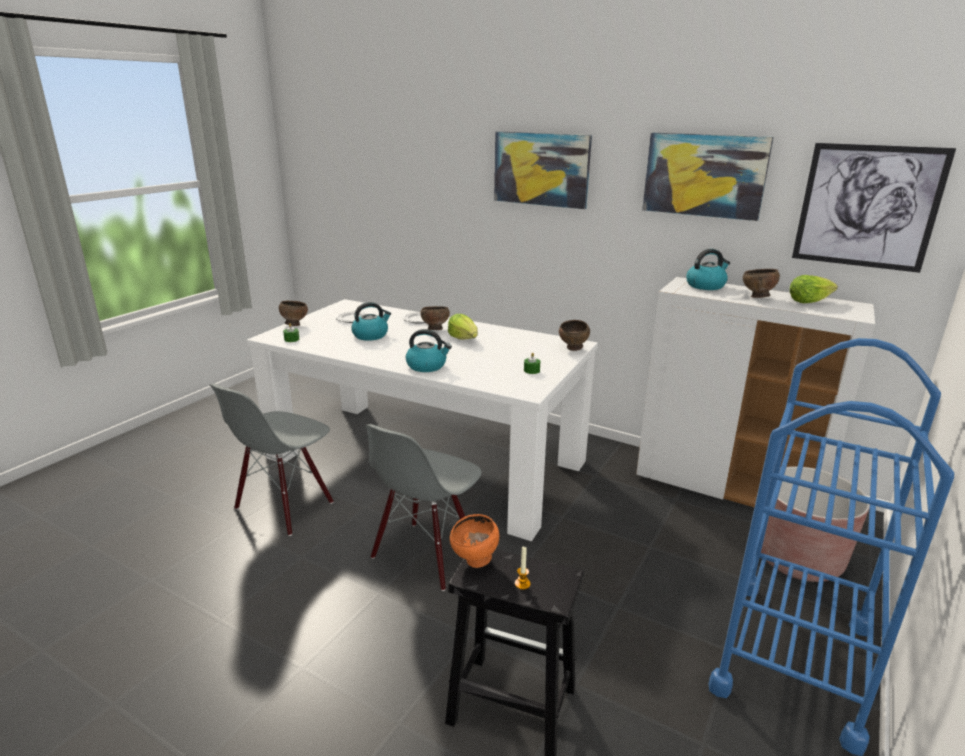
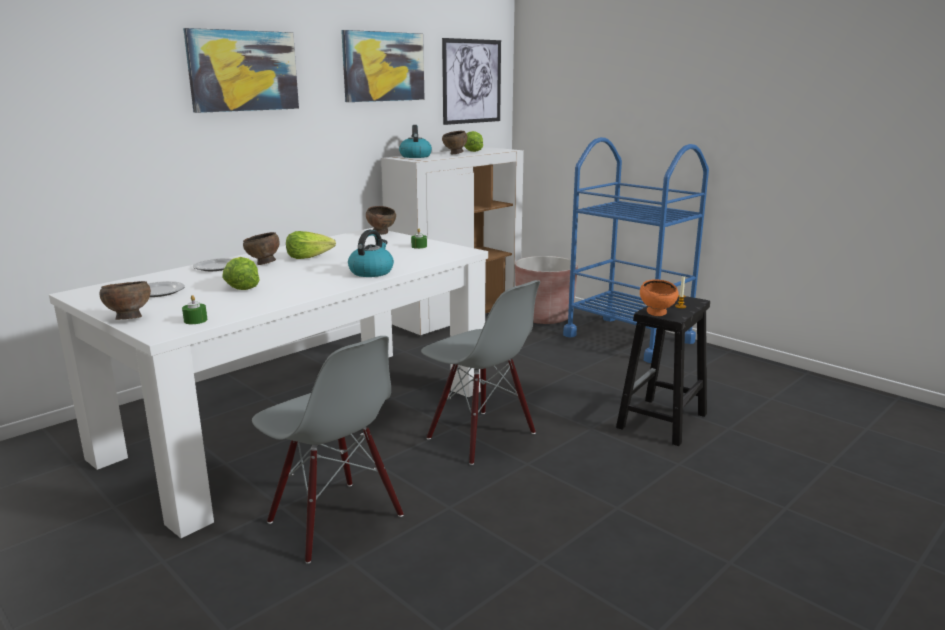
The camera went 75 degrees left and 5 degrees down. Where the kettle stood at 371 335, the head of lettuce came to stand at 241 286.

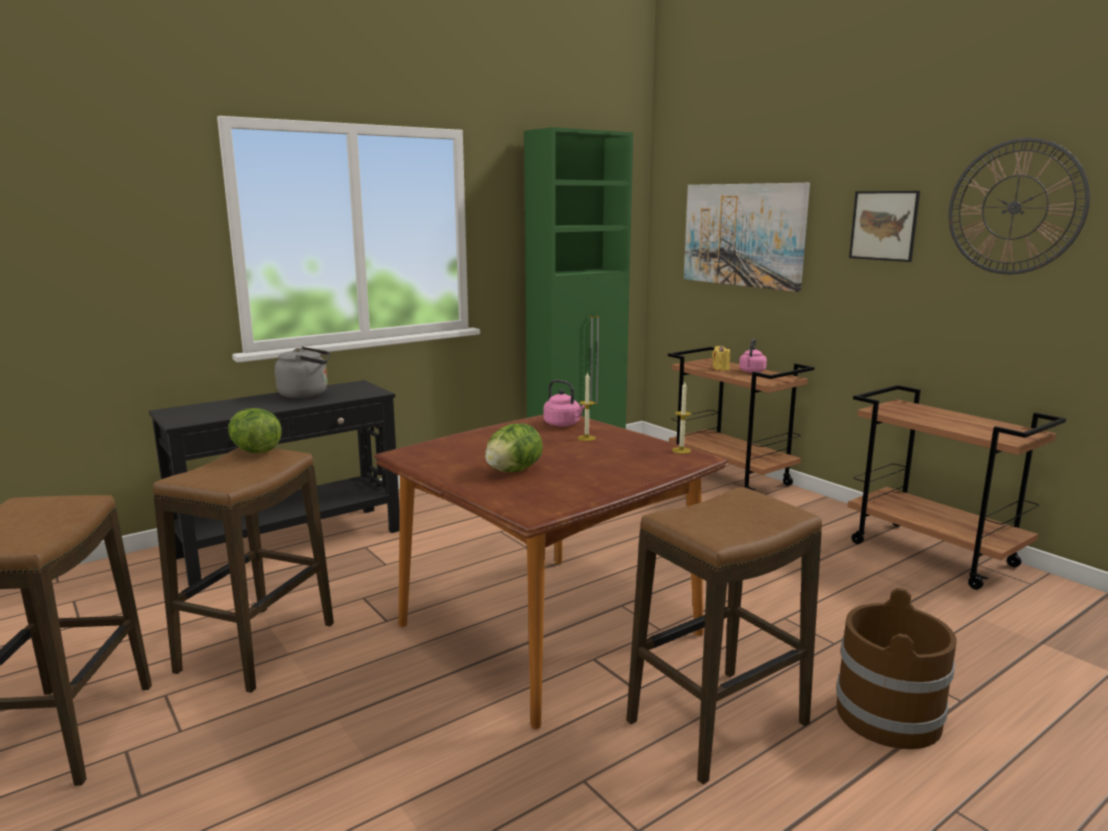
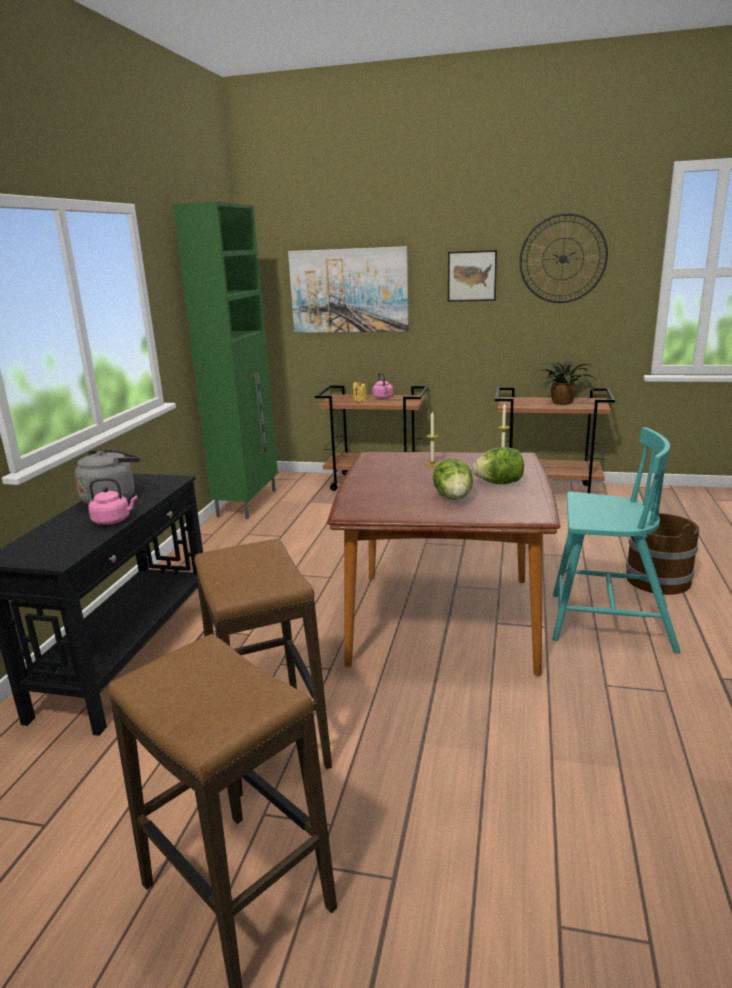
The camera went 40 degrees left and 5 degrees up. The second view gained the houseplant at 564 403. The head of lettuce ended up elsewhere, having gone from 255 451 to 499 483. The pinkish kettle ended up elsewhere, having gone from 563 424 to 113 520. Where the stool stood at 717 724, the blue-green chair came to stand at 608 622.

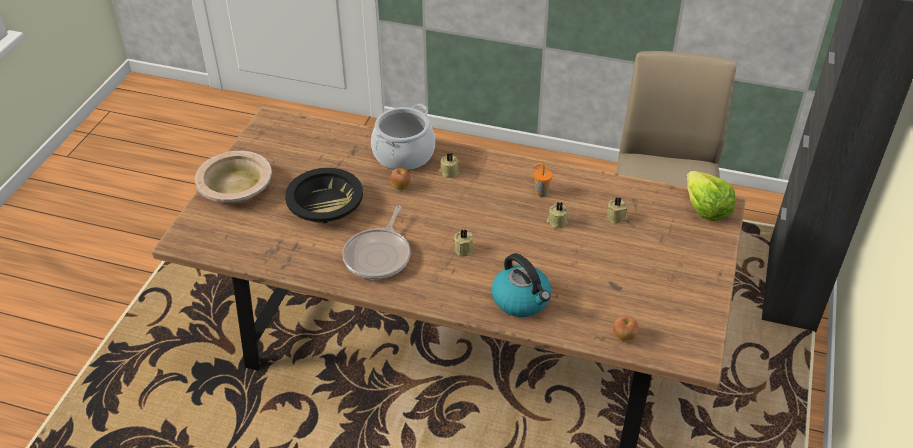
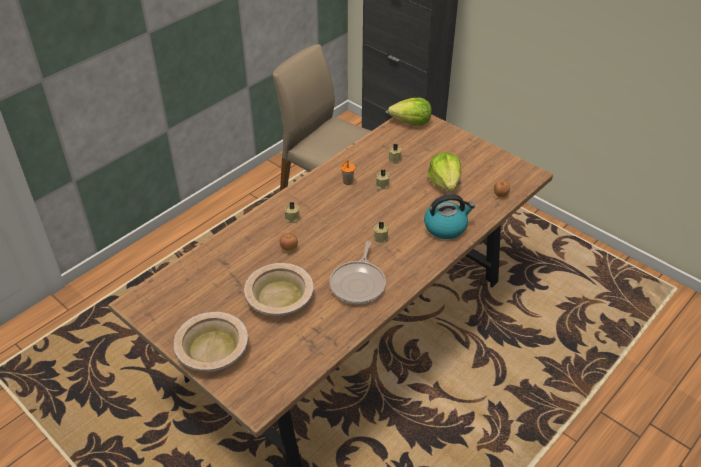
The camera went 65 degrees left and 0 degrees up. The second view lost the stockpot at 403 154. The second view gained the head of lettuce at 445 182. What was the blackish bowl at 325 206 turned into the sand-coloured bowl at 280 298. The frying pan at 379 256 ended up facing another way, 60 degrees clockwise from before.

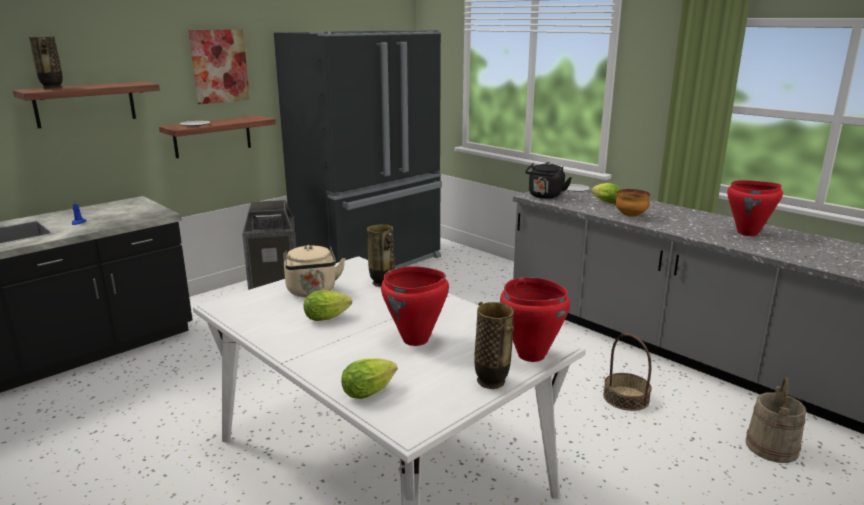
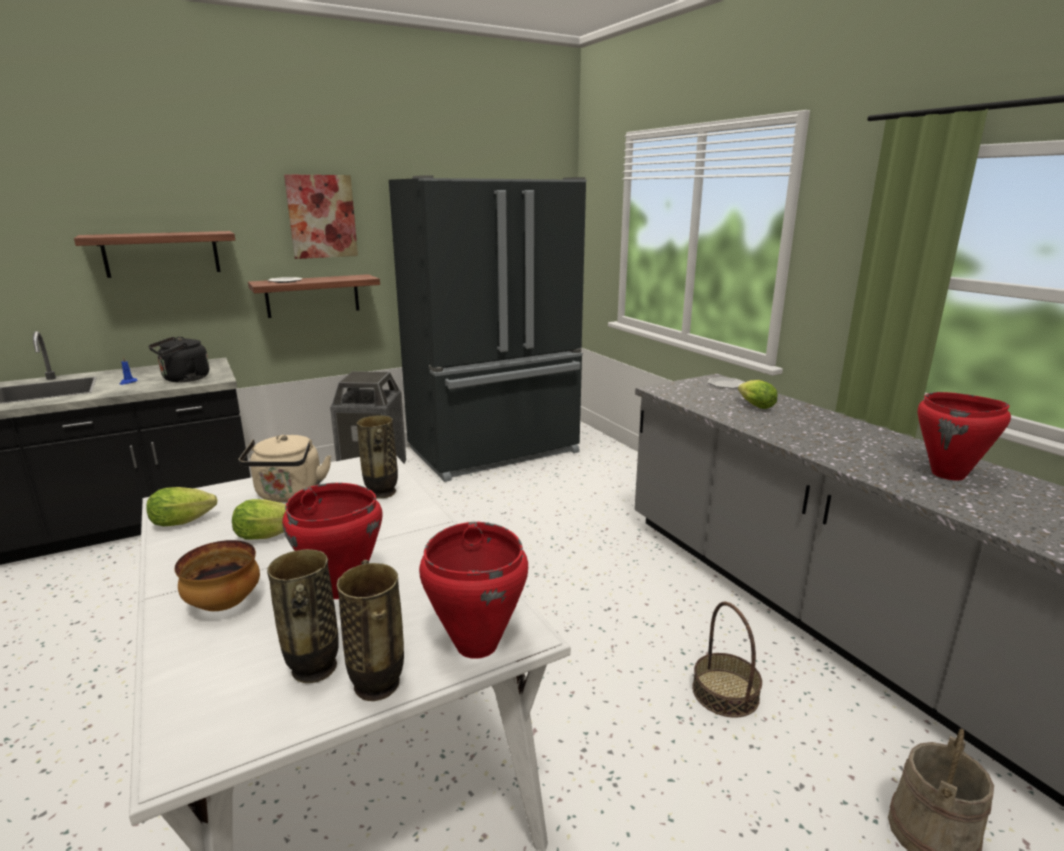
The camera went 15 degrees right and 0 degrees up. The flower vase ended up elsewhere, having gone from 52 88 to 313 669. The head of lettuce ended up elsewhere, having gone from 371 391 to 186 521. The blackish kettle ended up elsewhere, having gone from 545 196 to 183 379. The bowl ended up elsewhere, having gone from 630 216 to 223 605.

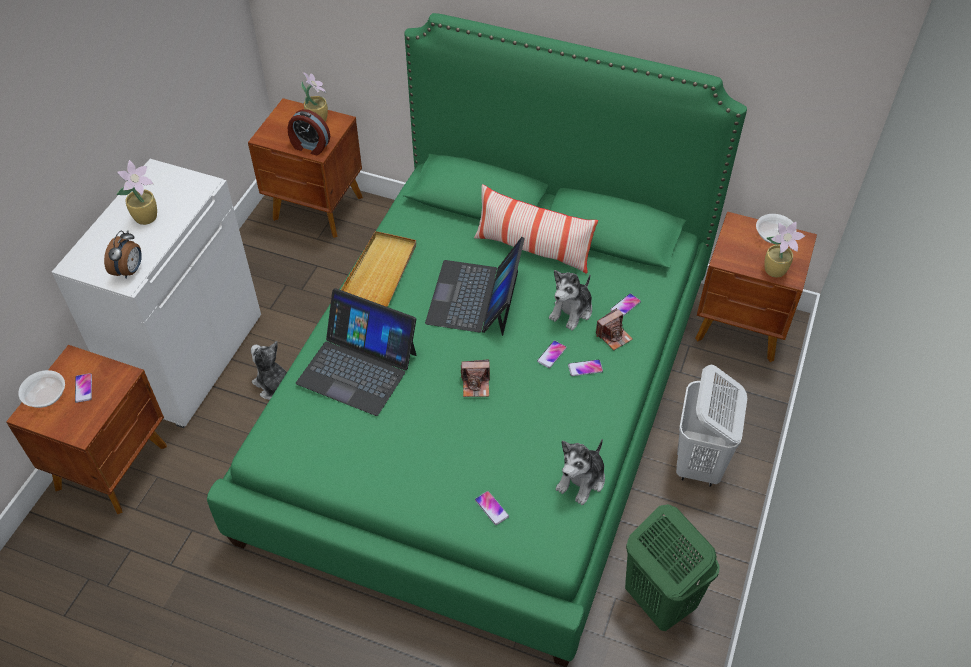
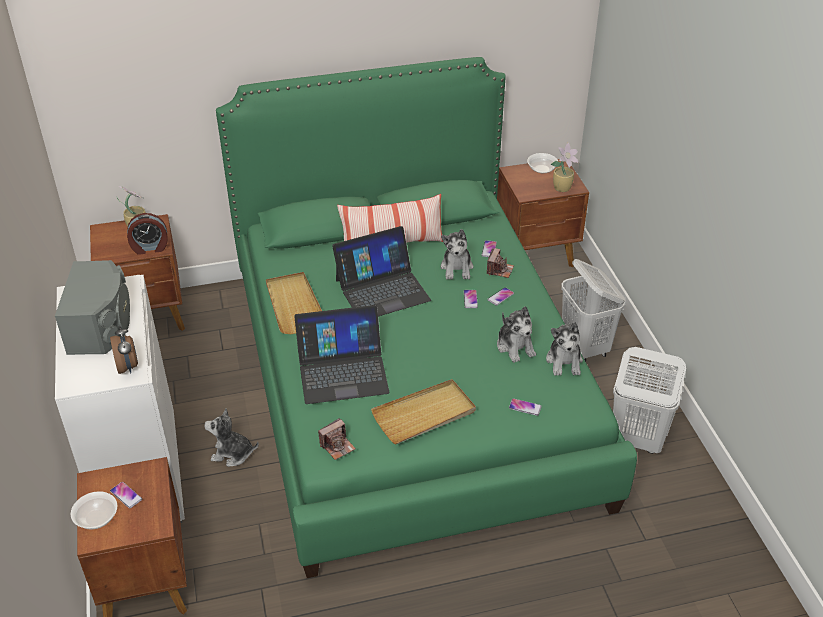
The camera went 35 degrees left and 10 degrees down. The second view gained the sand-coloured carrying tray at 424 414. The second view gained the cuddly toy at 515 347. The still camera ended up elsewhere, having gone from 476 385 to 337 446. Where the houseplant stood at 147 217, the greyish speaker came to stand at 101 325. What was the green hamper at 658 600 turned into the white-coloured hamper at 636 439. The laptop at 475 297 ended up facing another way, 90 degrees counterclockwise from before.

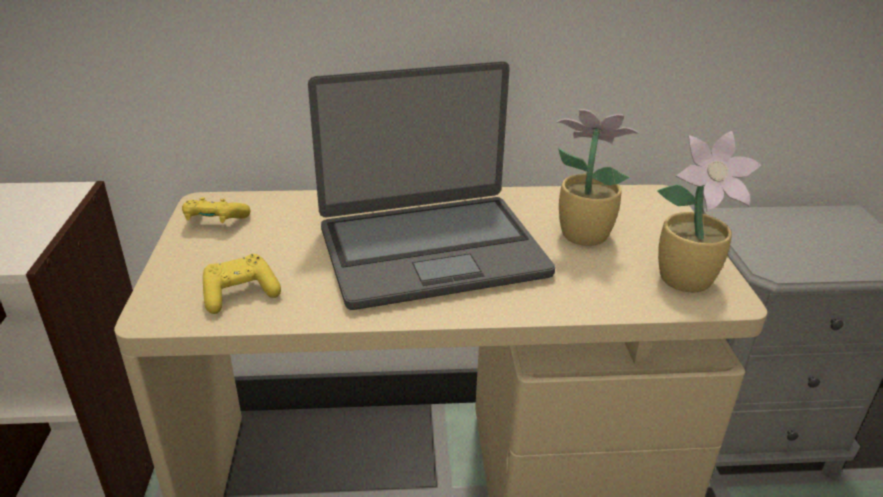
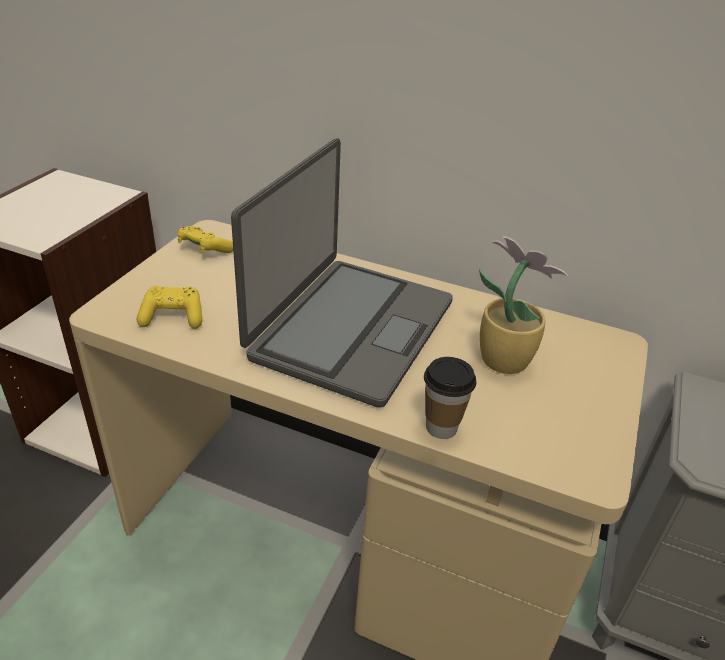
The camera went 25 degrees right and 5 degrees up. The second view lost the houseplant at 688 280. The second view gained the cup at 441 427. The laptop at 431 250 ended up facing another way, 75 degrees counterclockwise from before.

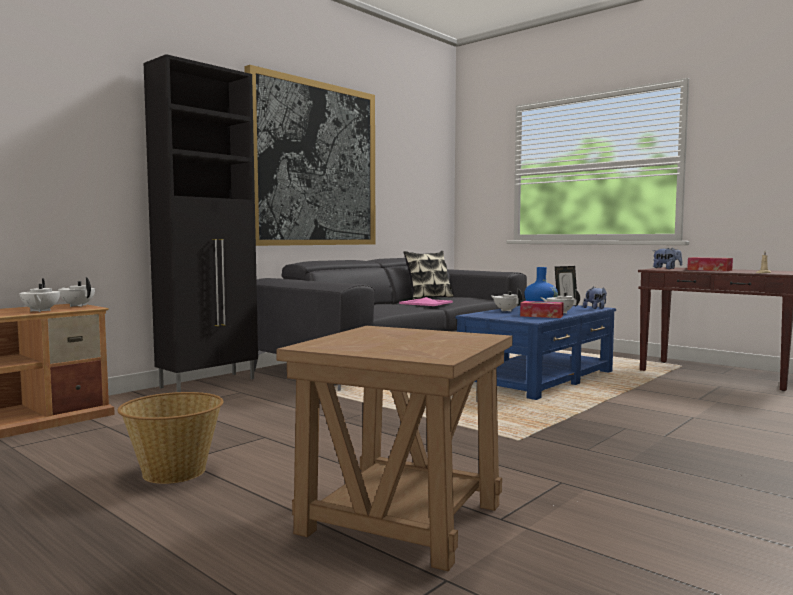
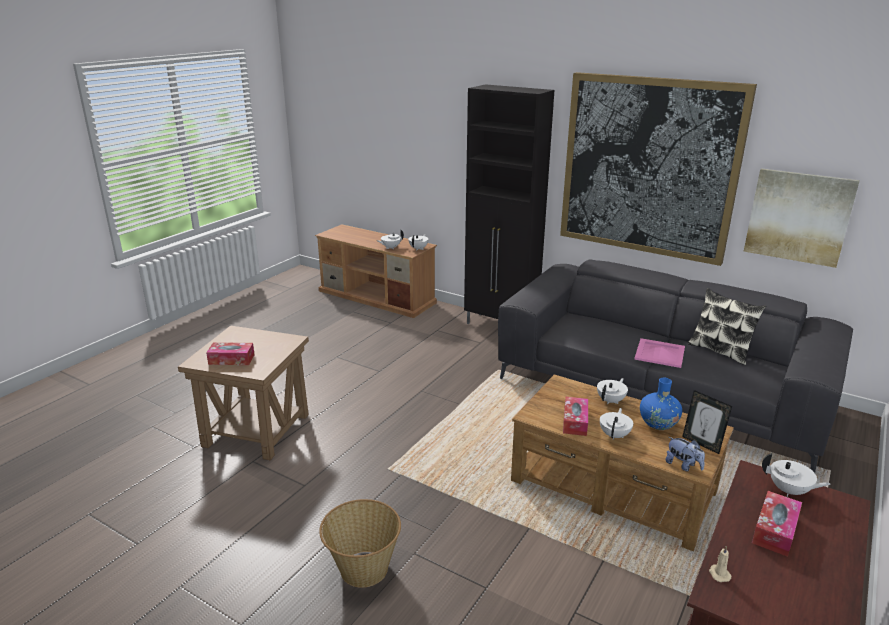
The camera went 80 degrees right and 20 degrees up. The second view gained the box of tissues at 231 359. The second view gained the picture at 798 217. The storage basket ended up elsewhere, having gone from 174 472 to 363 569. Where the cuddly toy stood at 666 268, the white-coloured pot for tea came to stand at 789 491. What was the blue lounge table at 539 378 turned into the brown-coloured lounge table at 613 487.

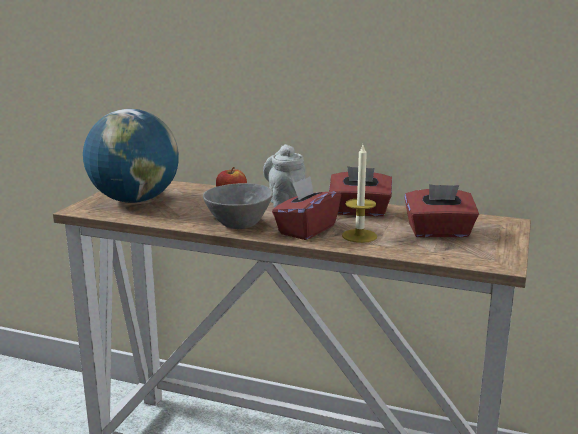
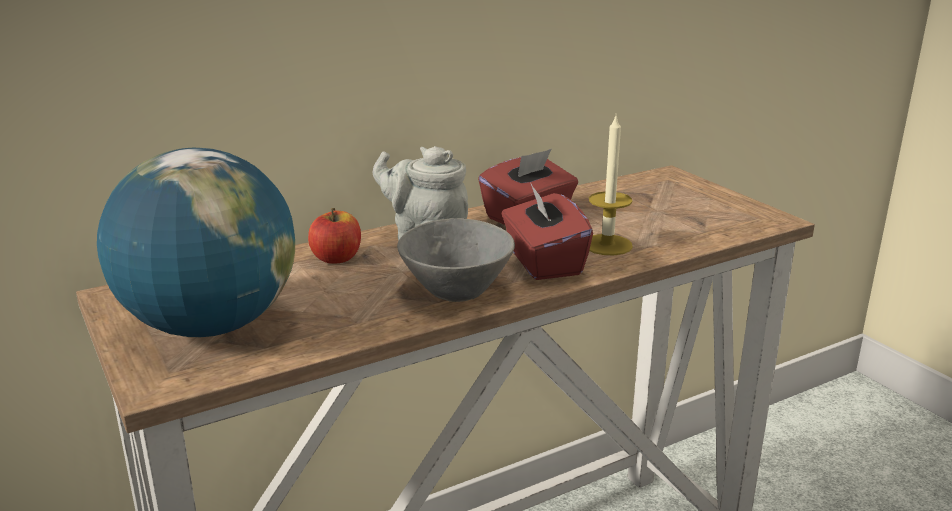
The camera went 50 degrees left and 5 degrees up. The second view lost the red-coloured box of tissues at 439 232.

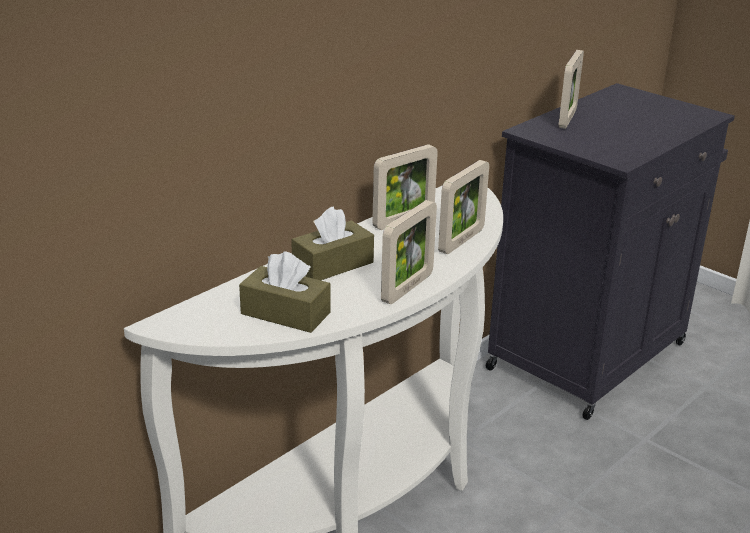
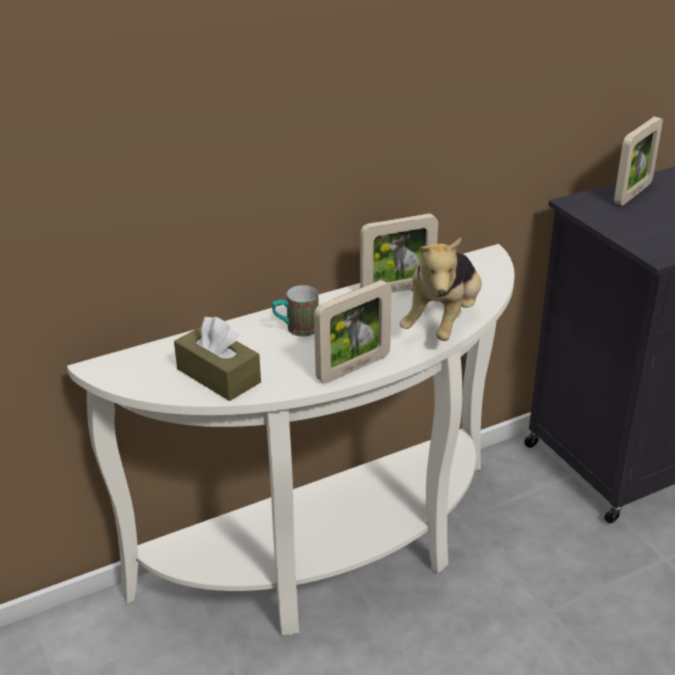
The camera went 20 degrees right and 5 degrees up. Where the brown-coloured box of tissues stood at 333 265, the tea mug came to stand at 296 329. Where the standing frame stood at 461 241, the cuddly toy came to stand at 443 322.

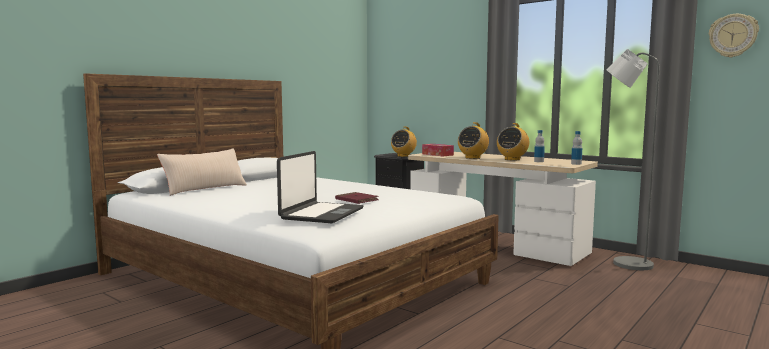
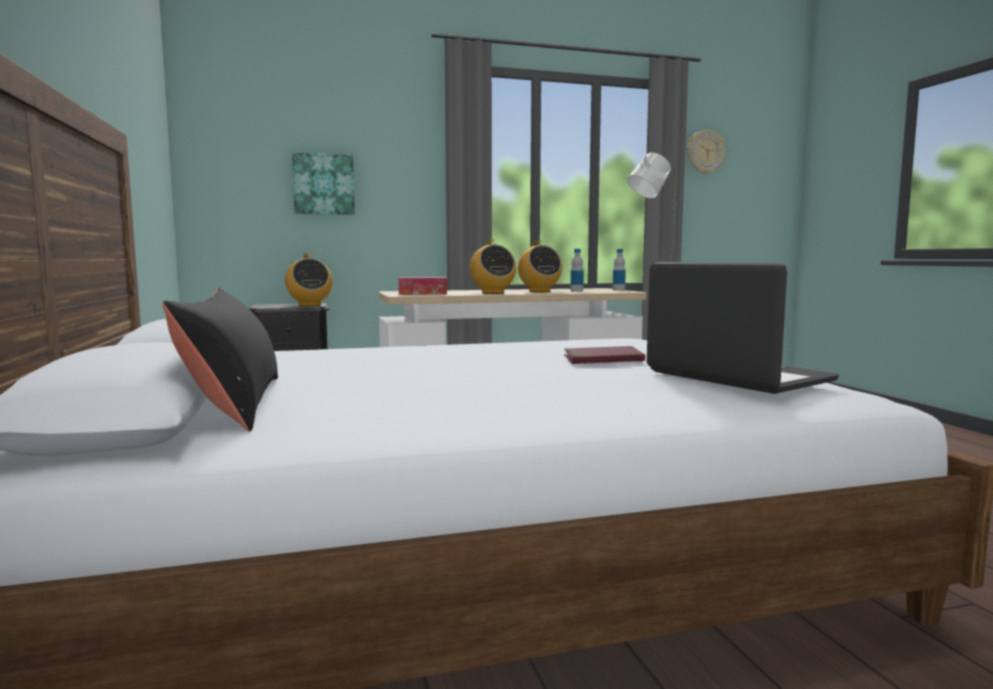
The camera went 55 degrees left and 0 degrees up. The second view gained the picture at 323 184. What was the sand-coloured throw pillow at 205 189 turned into the blackish throw pillow at 235 402.

